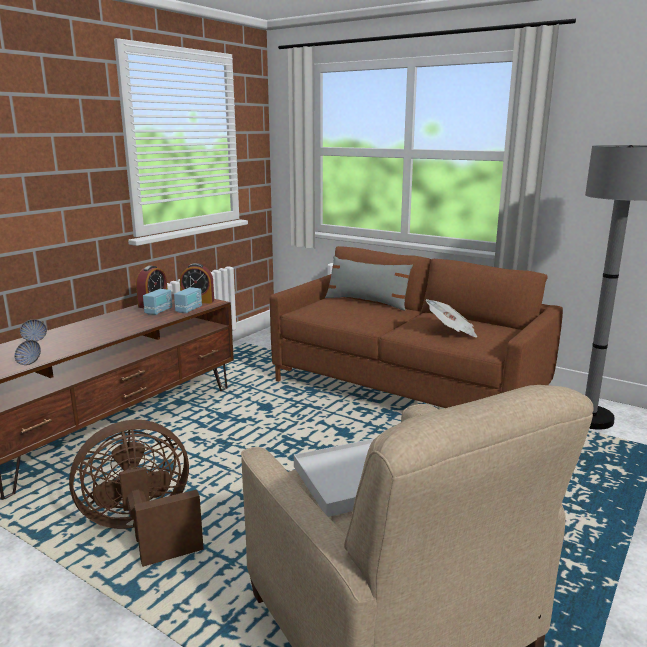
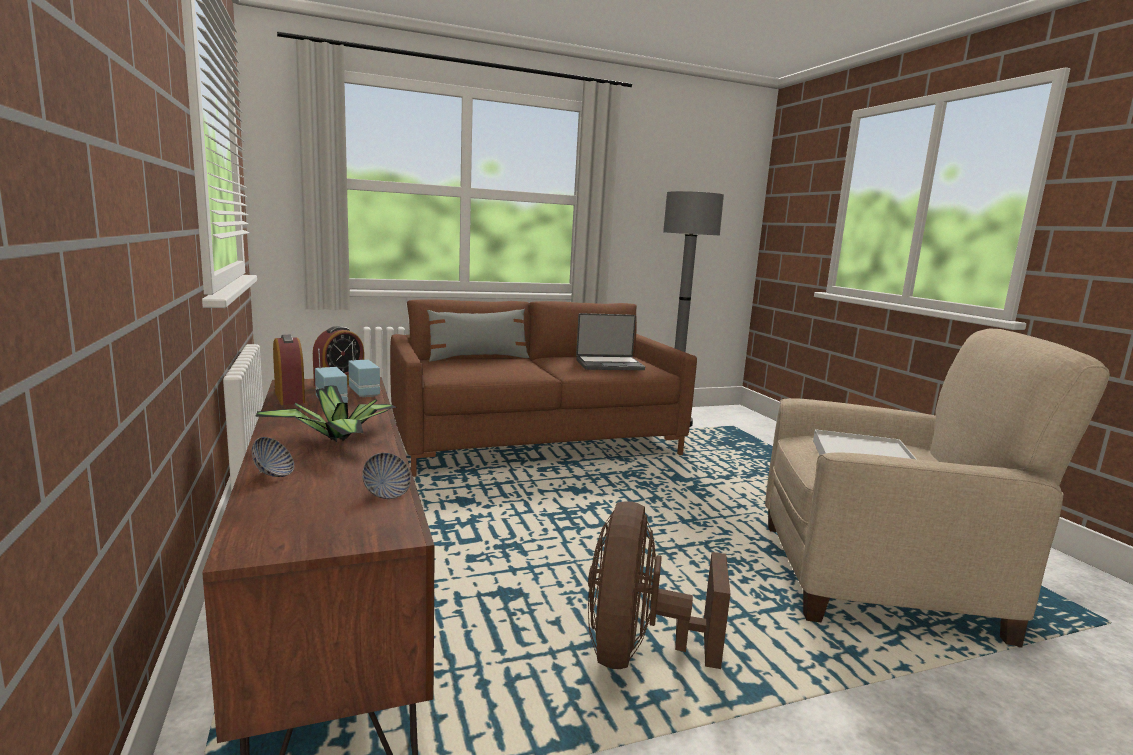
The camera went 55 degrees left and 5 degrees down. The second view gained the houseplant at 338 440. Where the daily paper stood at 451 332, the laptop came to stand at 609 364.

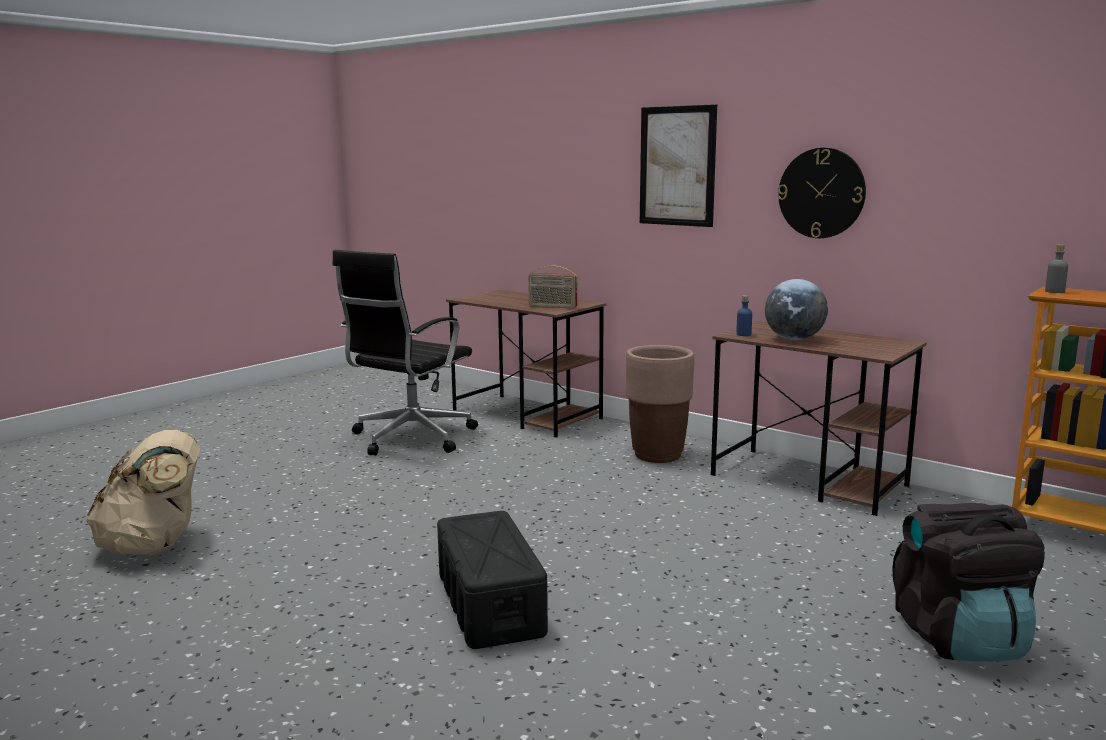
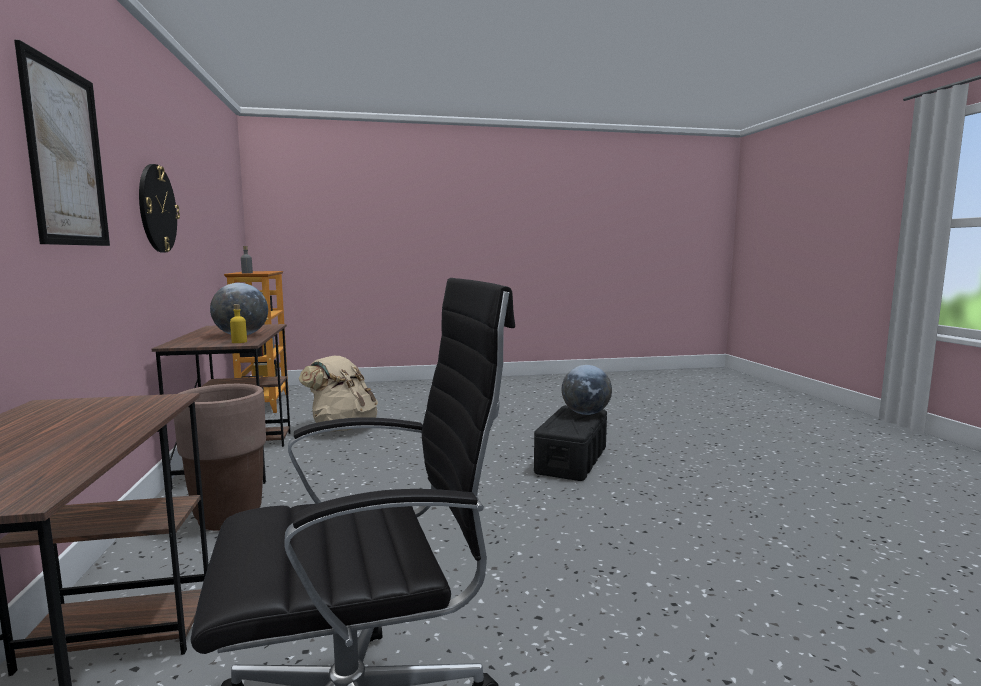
The camera went 140 degrees left and 5 degrees down. The second view lost the radio set at 552 307. The second view lost the blackish backpack at 959 638. The second view gained the world globe at 586 413. The sand-coloured backpack ended up elsewhere, having gone from 155 546 to 343 428. What was the blue beverage bottle at 743 334 turned into the yellow beverage bottle at 239 342.

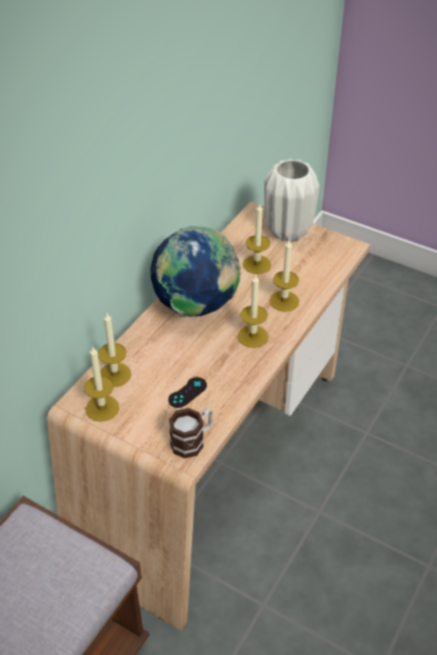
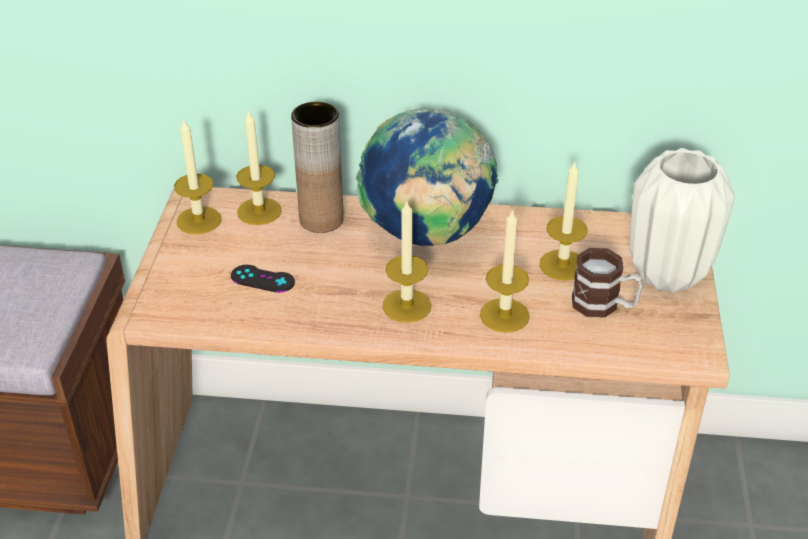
The camera went 65 degrees right and 5 degrees down. The second view gained the brown-coloured flower vase at 321 220. The tea mug ended up elsewhere, having gone from 193 440 to 604 305.

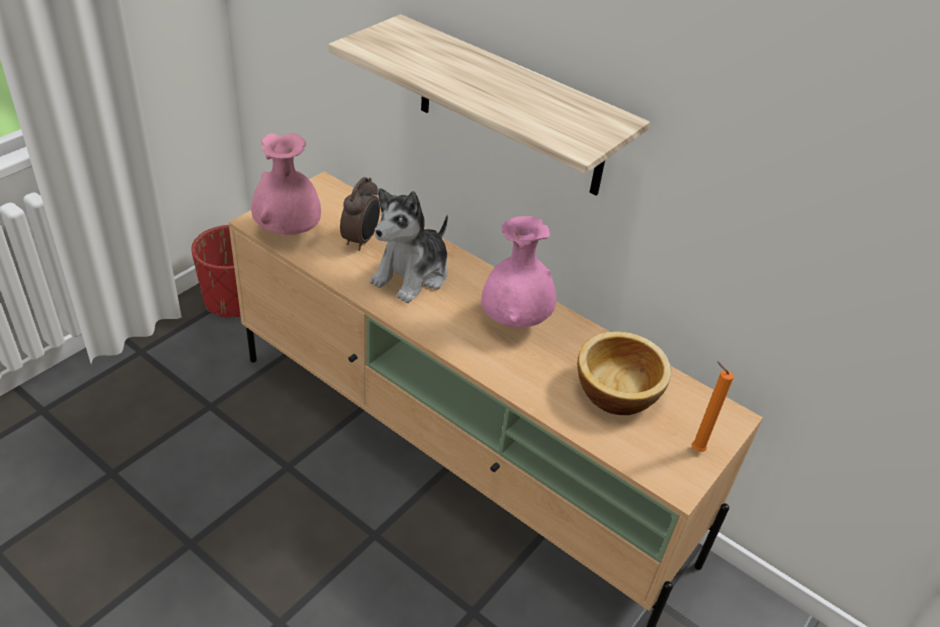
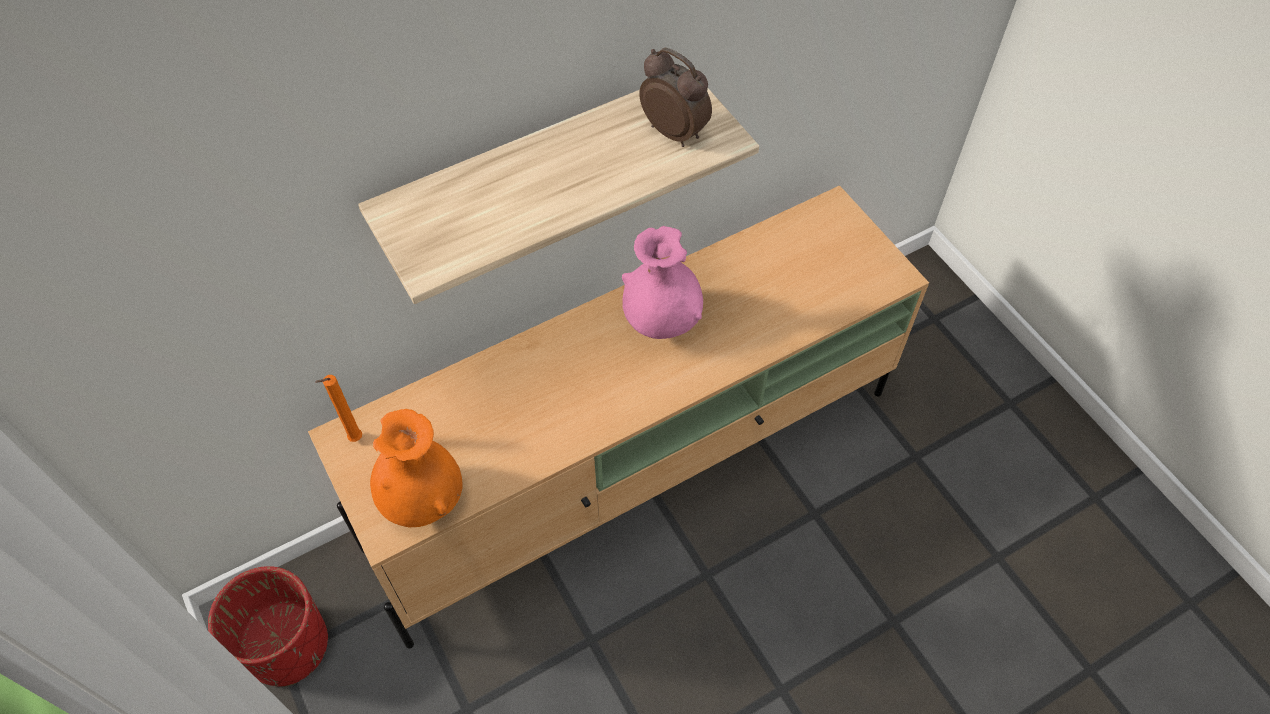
The camera went 65 degrees left and 15 degrees up. The second view lost the cuddly toy at 412 275. The second view lost the bowl at 616 390. The alarm clock ended up elsewhere, having gone from 361 240 to 674 131. The orange-coloured wax candle ended up elsewhere, having gone from 695 449 to 354 440. What was the pinkish flower vase at 288 232 turned into the orange-coloured flower vase at 423 500.

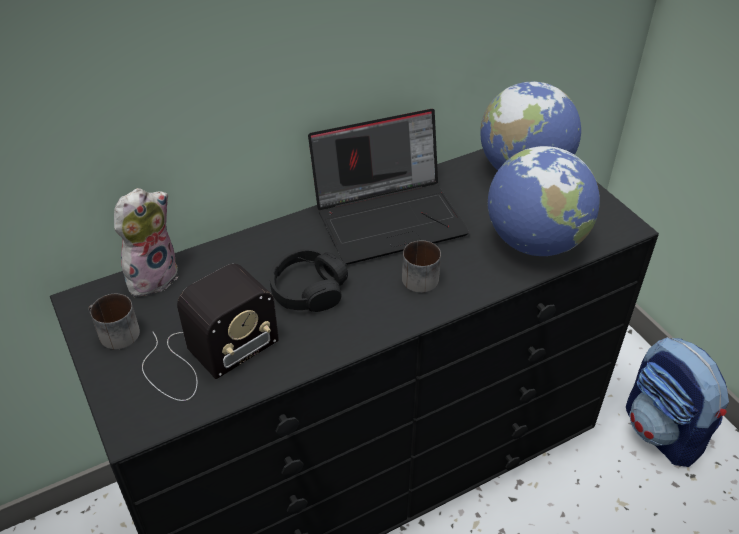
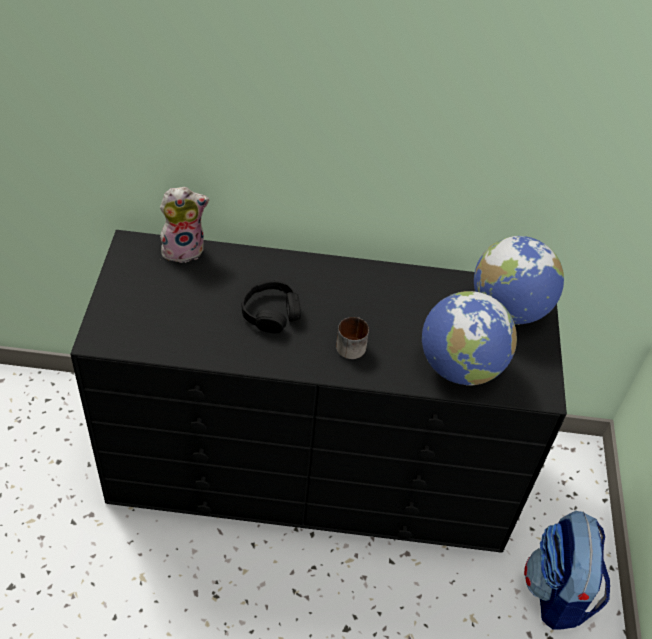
The camera went 30 degrees right and 5 degrees up. The second view lost the tea mug at 114 333. The second view lost the radio set at 205 355. The second view lost the laptop at 390 217.

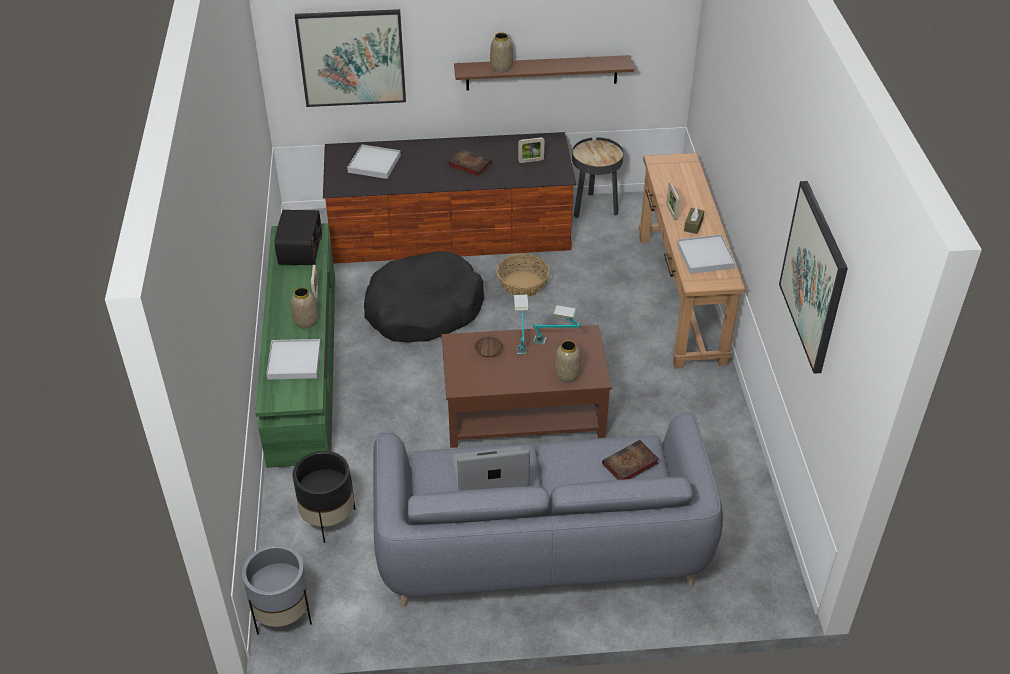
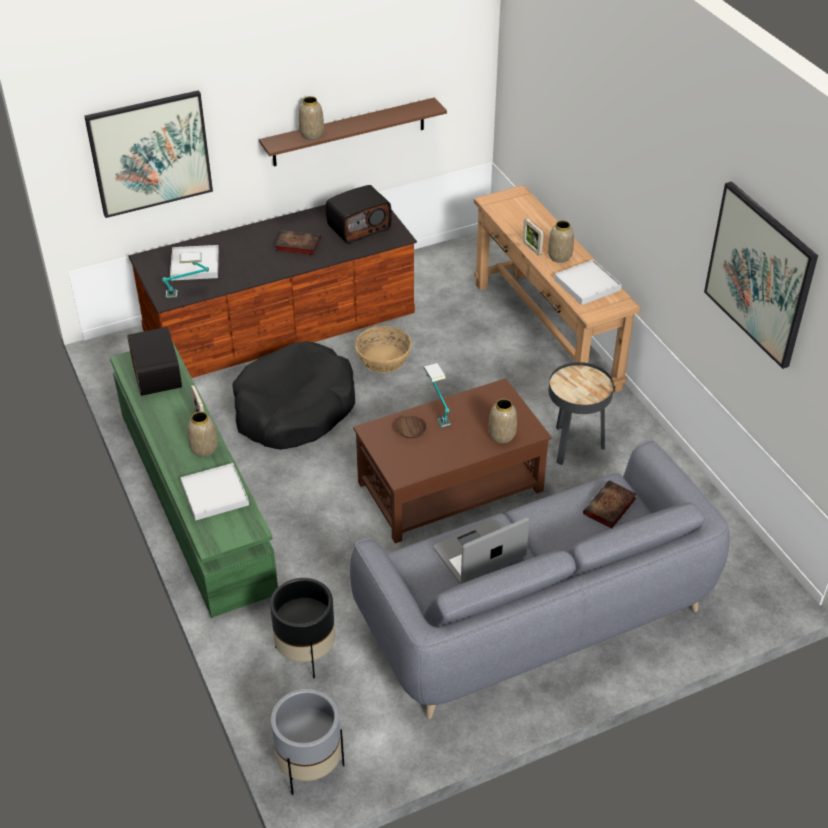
The camera went 20 degrees left and 0 degrees up. The table lamp ended up elsewhere, having gone from 556 343 to 188 293. The blackish accent table ended up elsewhere, having gone from 594 208 to 574 446. Where the standing frame stood at 531 161, the radio set came to stand at 359 227. Where the brown-coloured box of tissues stood at 693 225, the flower vase came to stand at 559 256.

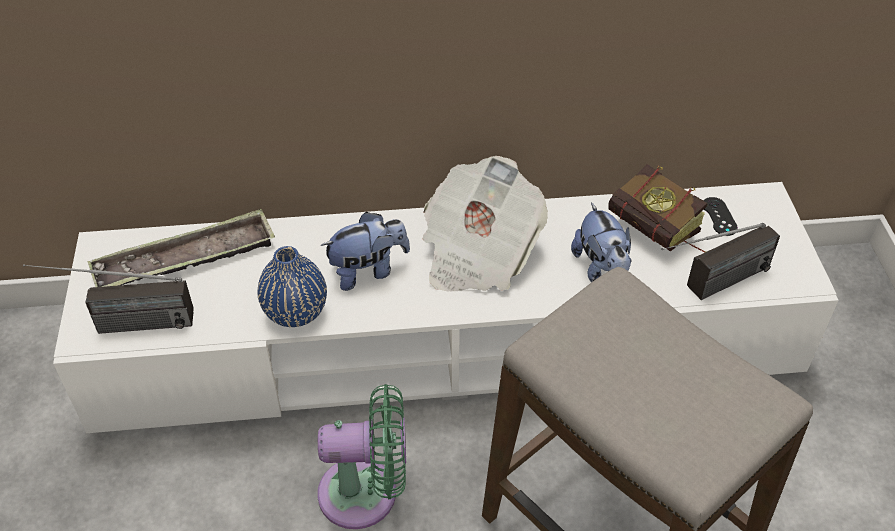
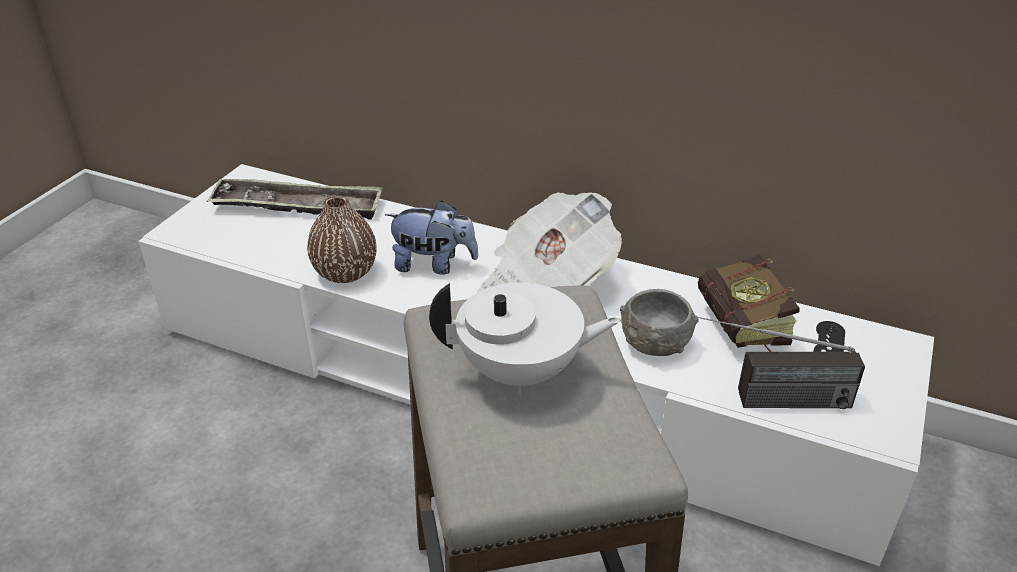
The camera went 30 degrees right and 10 degrees down. The second view lost the radio set at 120 325. The second view lost the green fan at 367 493. The second view gained the white-coloured pot for tea at 521 372. Where the cuddly toy stood at 601 271, the greyish bowl came to stand at 655 343. What was the blue flower vase at 295 311 turned into the brown-coloured flower vase at 345 272.

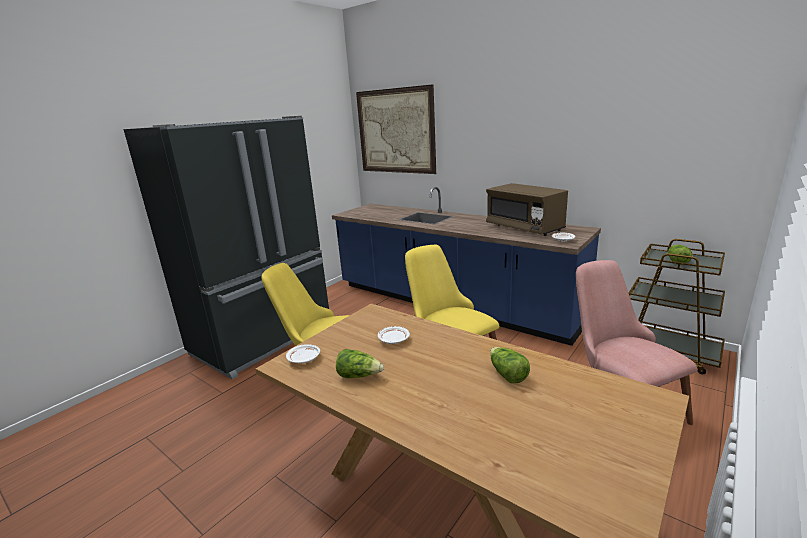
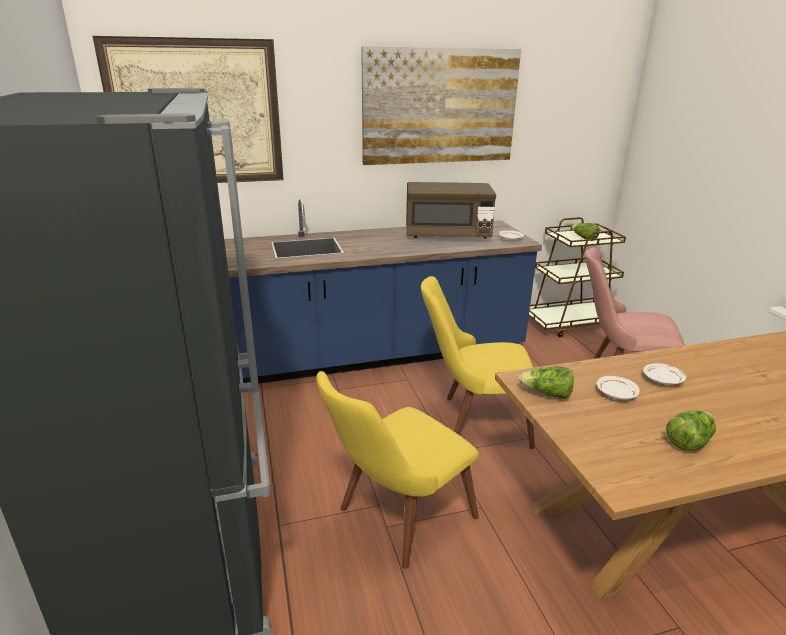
The camera went 55 degrees left and 5 degrees up. The second view gained the picture at 440 106. The white-coloured dinner plate ended up elsewhere, having gone from 304 359 to 663 380. The head of lettuce ended up elsewhere, having gone from 507 374 to 546 394.

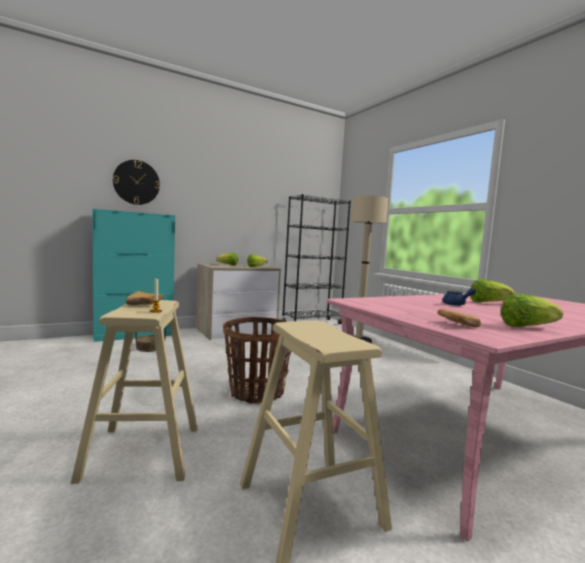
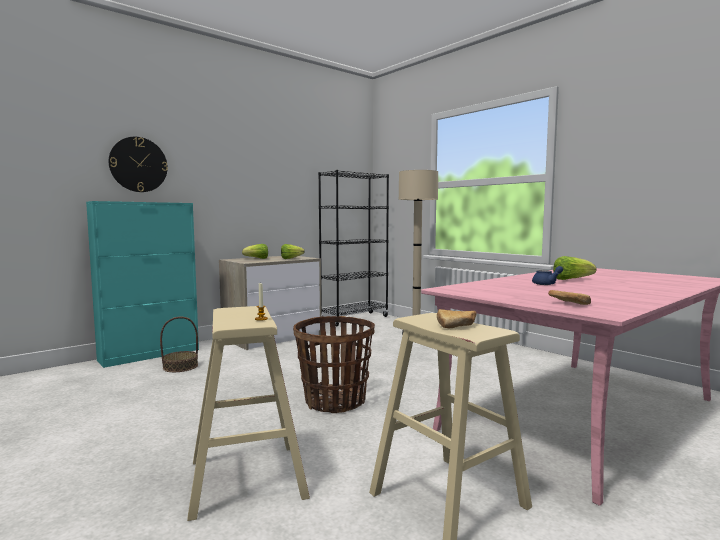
The camera went 10 degrees left and 0 degrees up. The second view lost the head of lettuce at 526 327. The bread ended up elsewhere, having gone from 145 304 to 458 325.

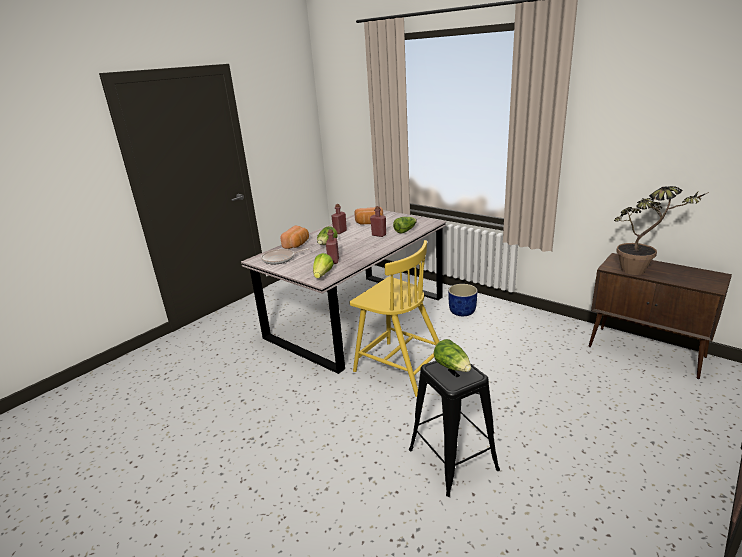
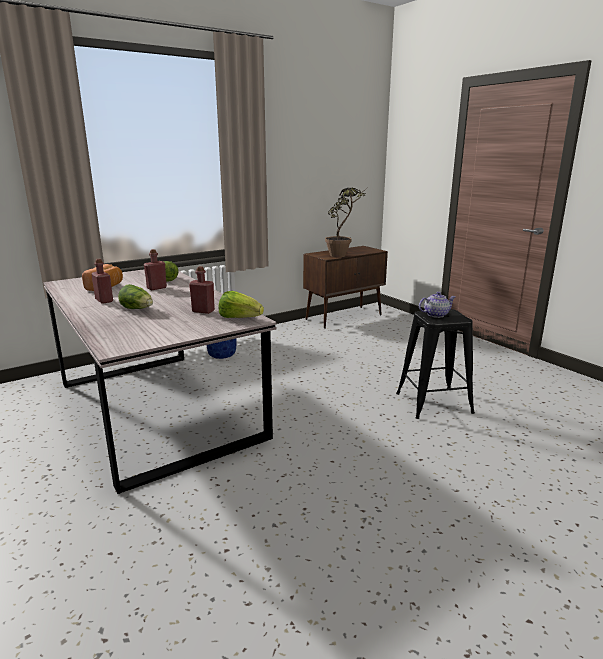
The camera went 75 degrees left and 5 degrees down. The second view lost the frying pan at 280 259. The second view lost the bread at 297 244. The second view lost the yellow chair at 399 367. Where the head of lettuce stood at 452 367, the pot for tea came to stand at 436 314.

